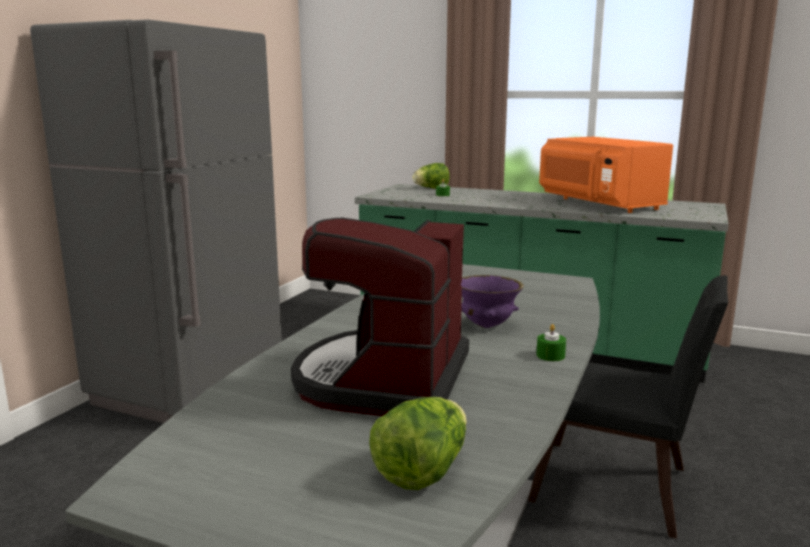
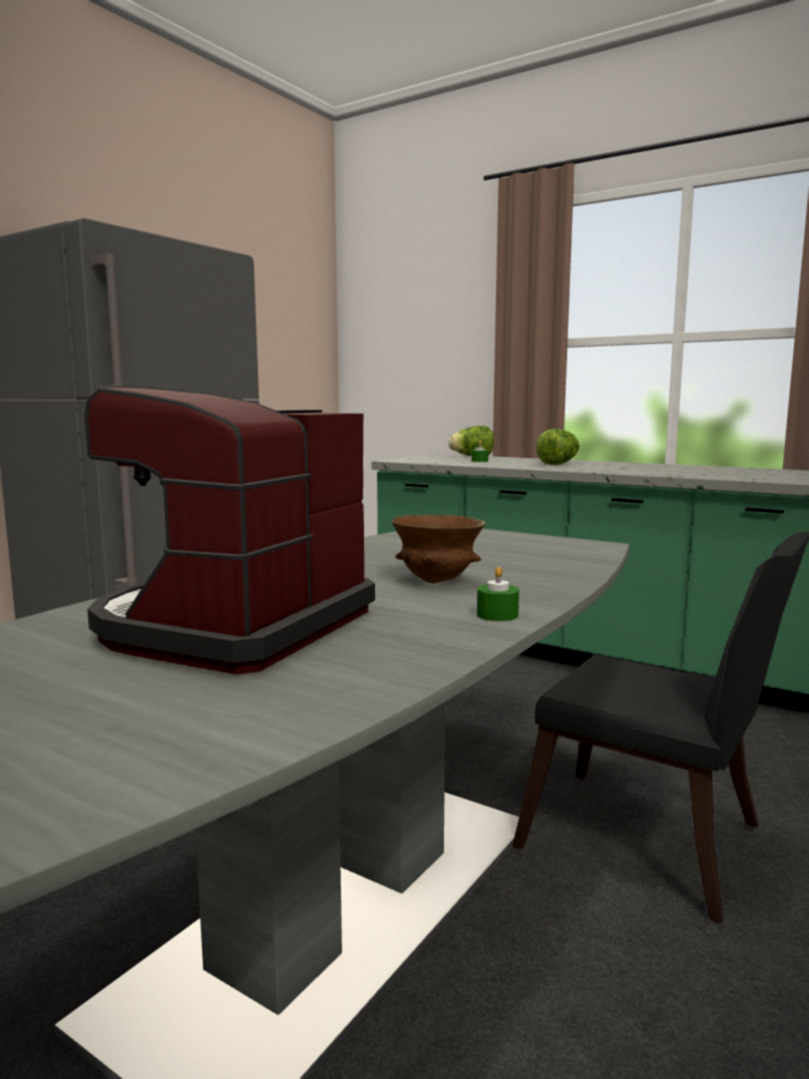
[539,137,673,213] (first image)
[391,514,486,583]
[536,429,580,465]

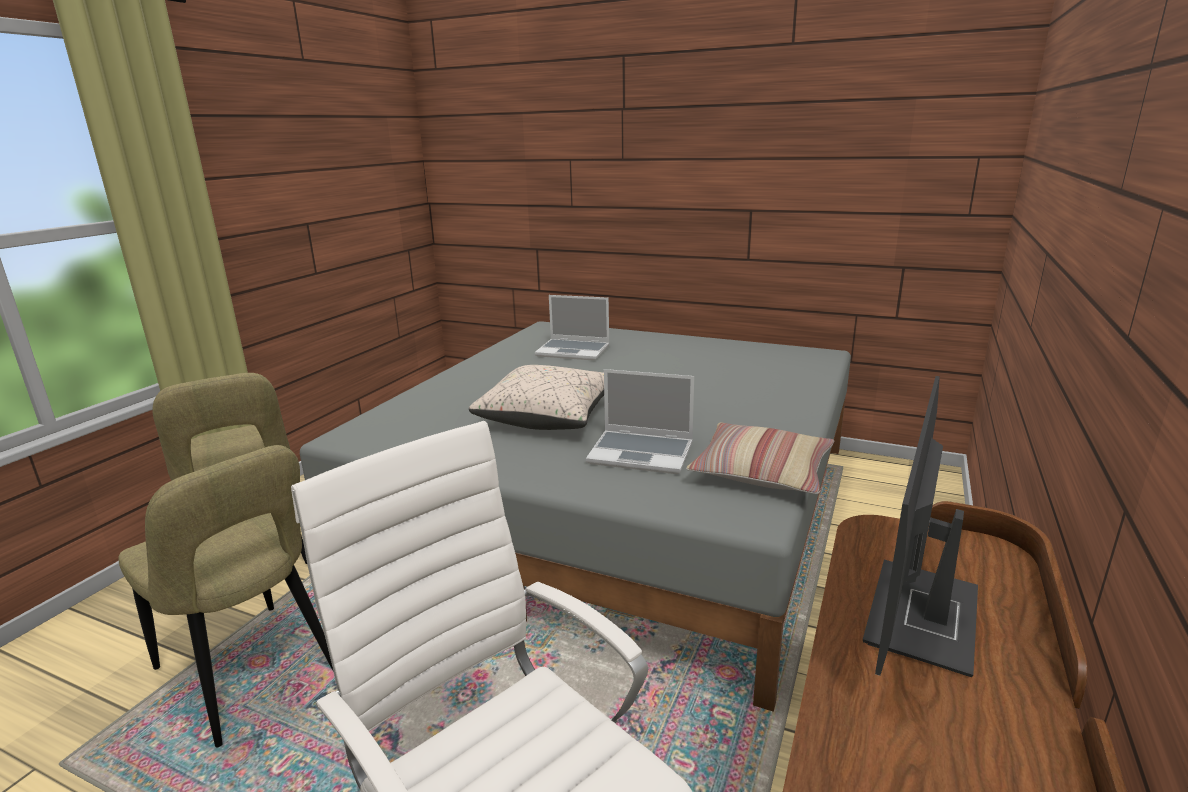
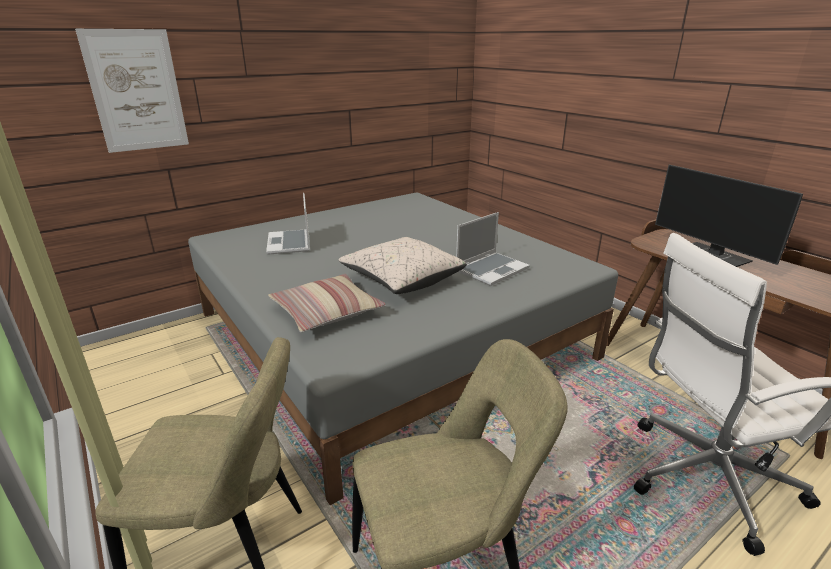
[266,193,310,255]
[268,274,386,333]
[75,29,189,153]

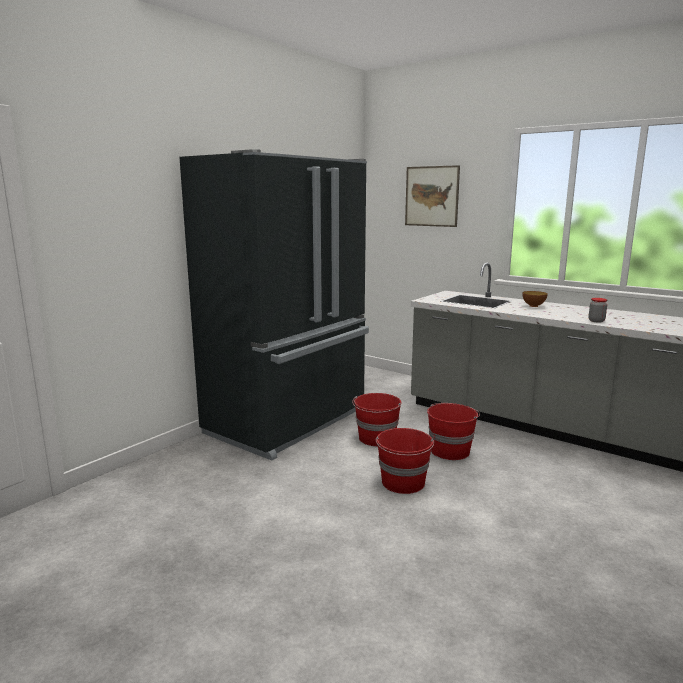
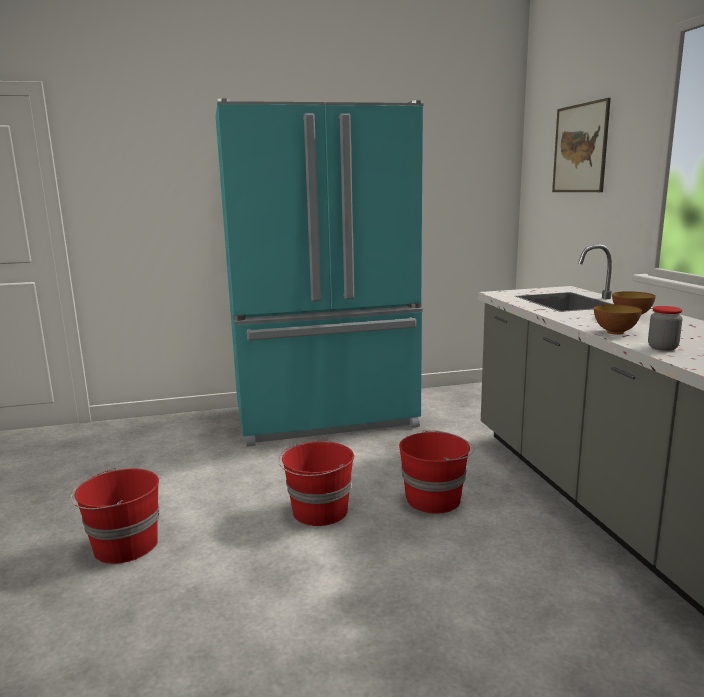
[216,99,423,447]
[71,468,159,564]
[594,304,642,335]

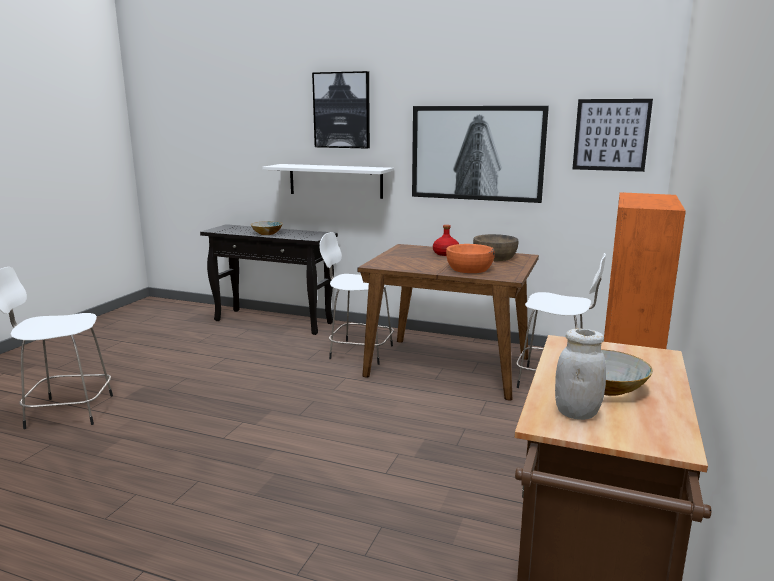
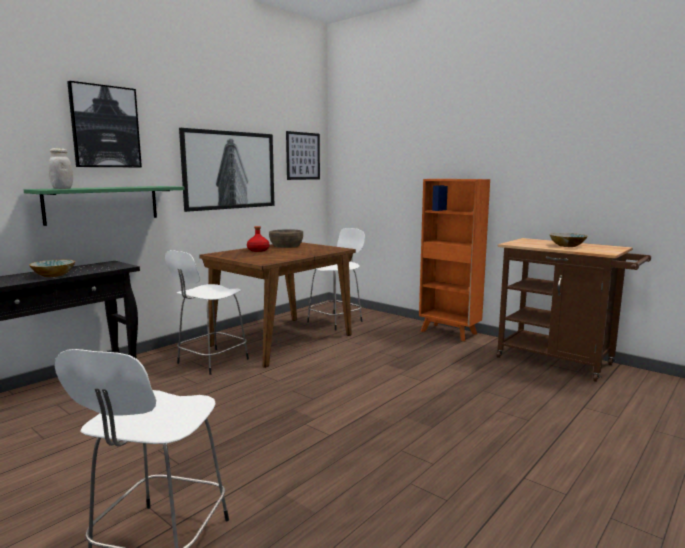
[24,186,185,226]
[446,244,495,273] (first image)
[48,148,73,189]

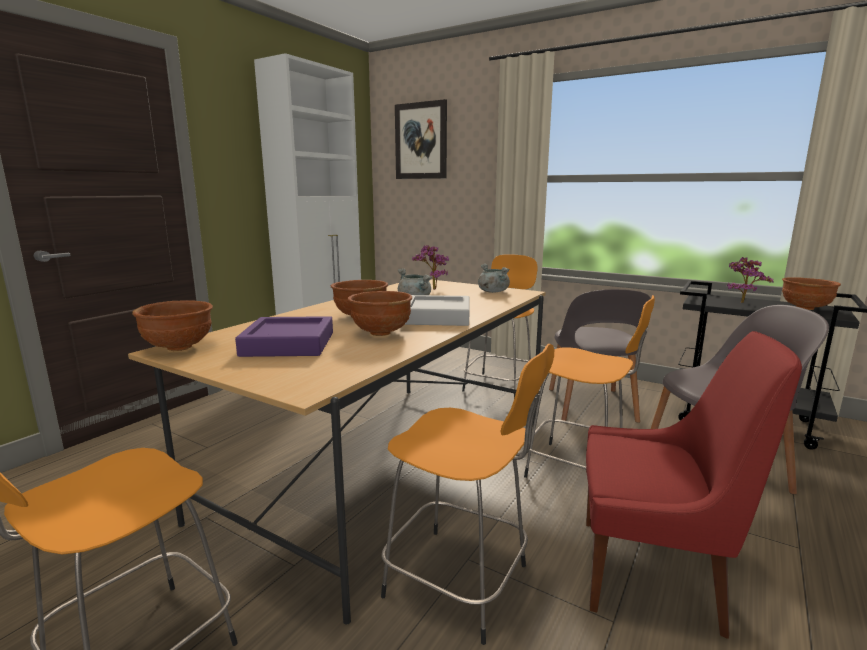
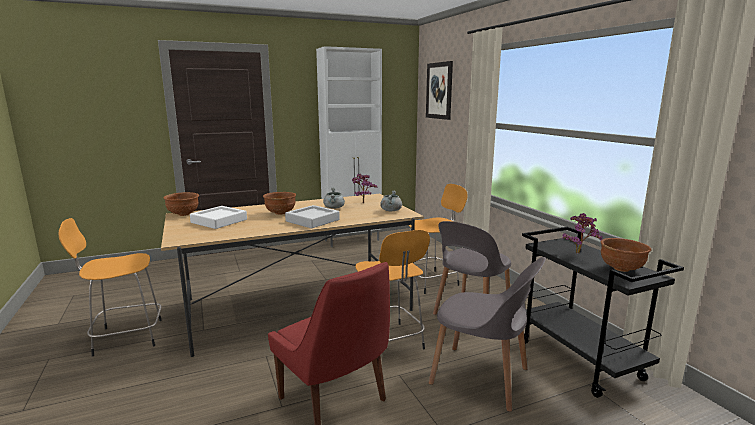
[348,291,412,336] (first image)
[190,206,247,229]
[381,344,554,645] (first image)

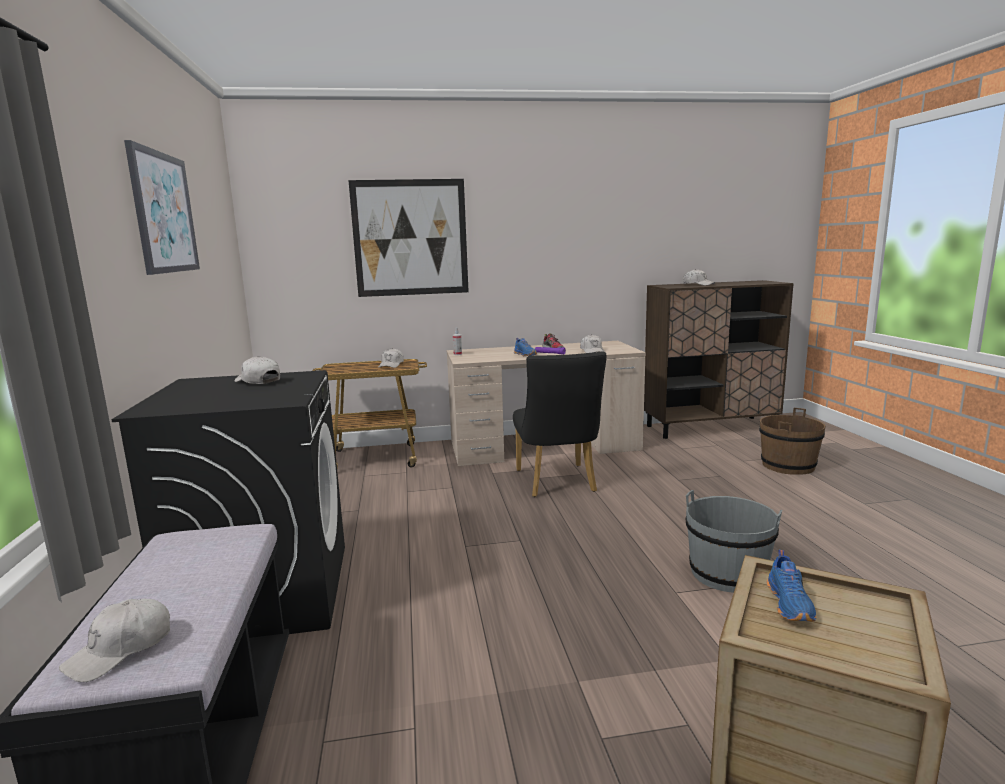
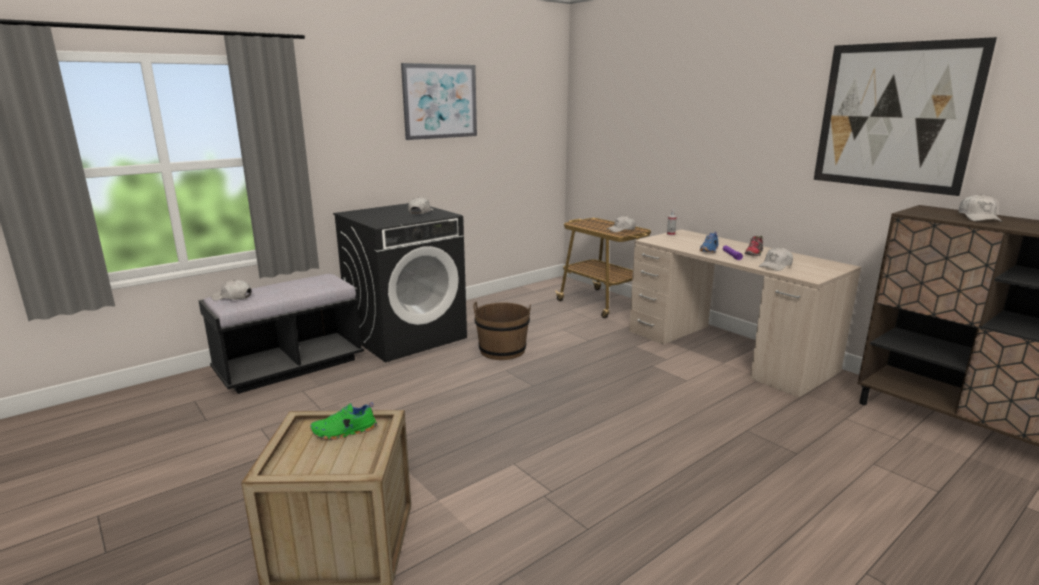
[814,37,997,196]
[513,352,606,497] (first image)
[473,301,531,360]
[686,490,782,593] (first image)
[310,402,377,440]

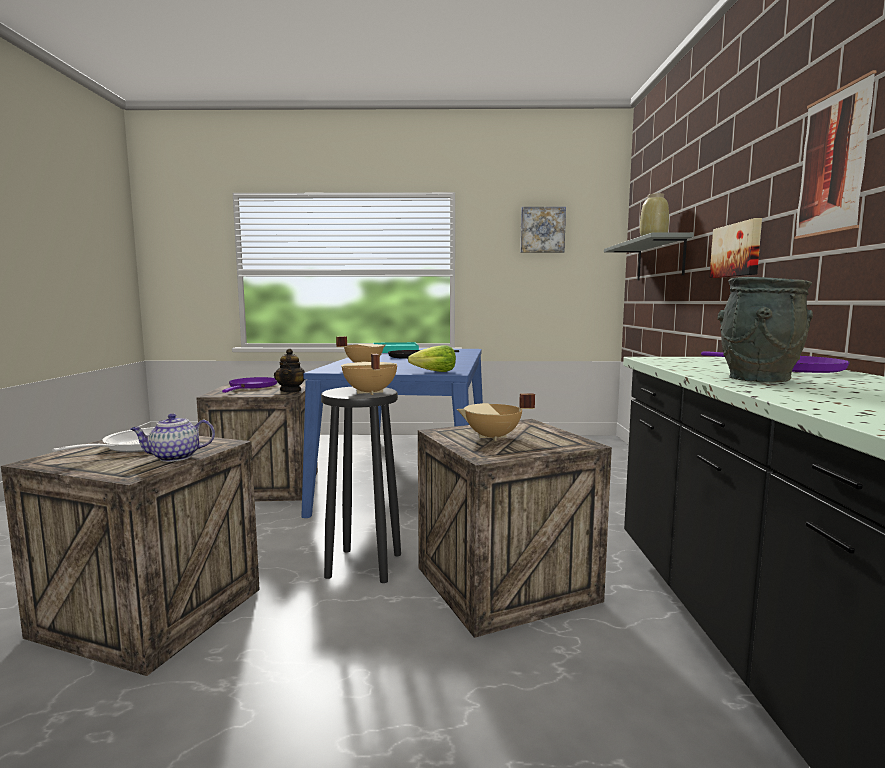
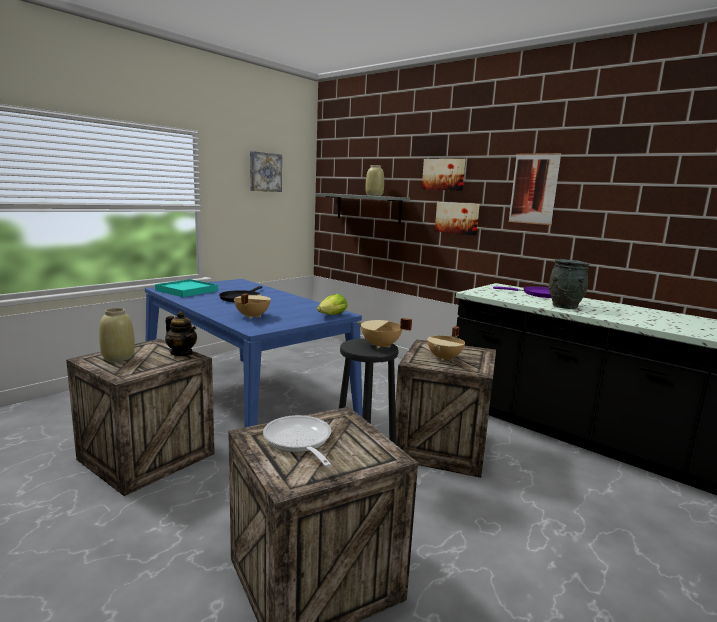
[99,308,135,361]
[131,413,215,462] (first image)
[422,159,465,191]

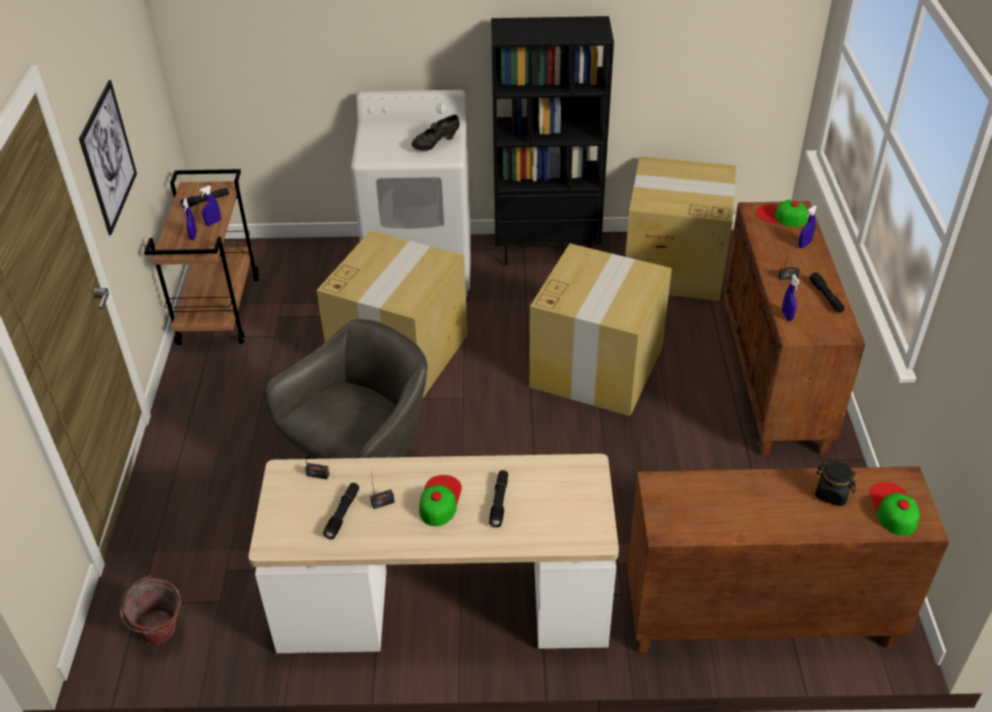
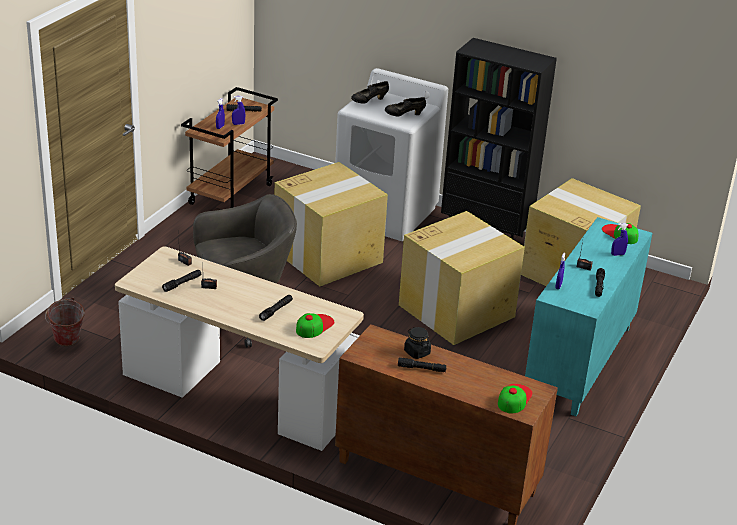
[79,80,137,235] (first image)
[525,217,653,416]
[404,327,431,359]
[296,313,334,338]
[351,81,389,104]
[398,357,446,372]

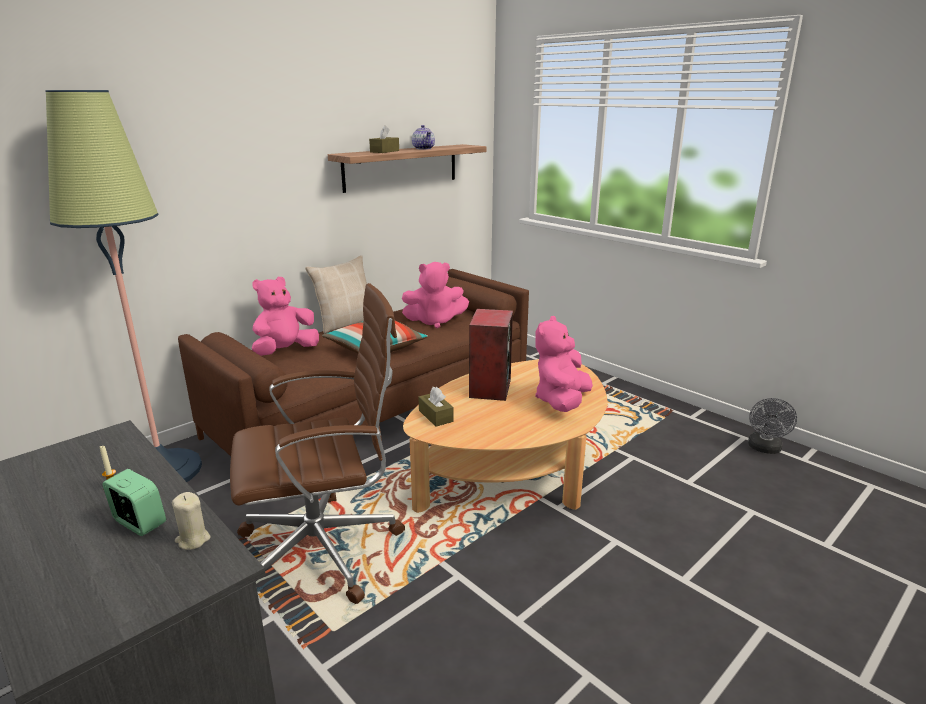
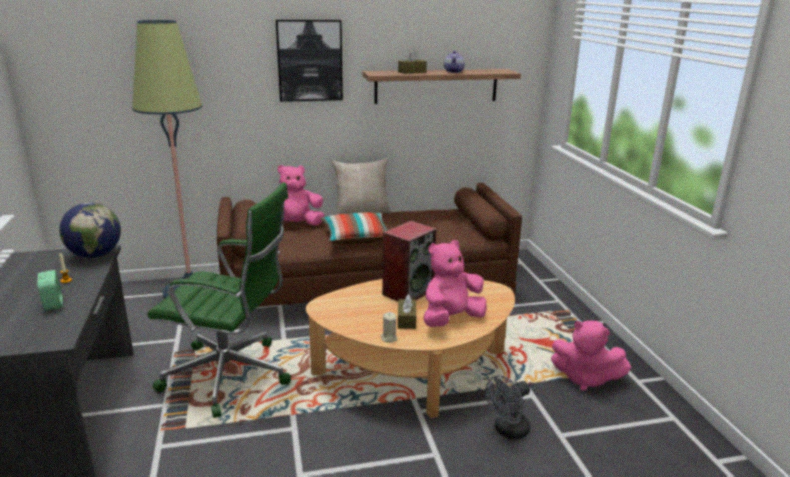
[551,320,631,391]
[147,182,291,418]
[398,294,416,329]
[485,375,530,439]
[380,312,397,343]
[276,20,343,102]
[59,203,121,258]

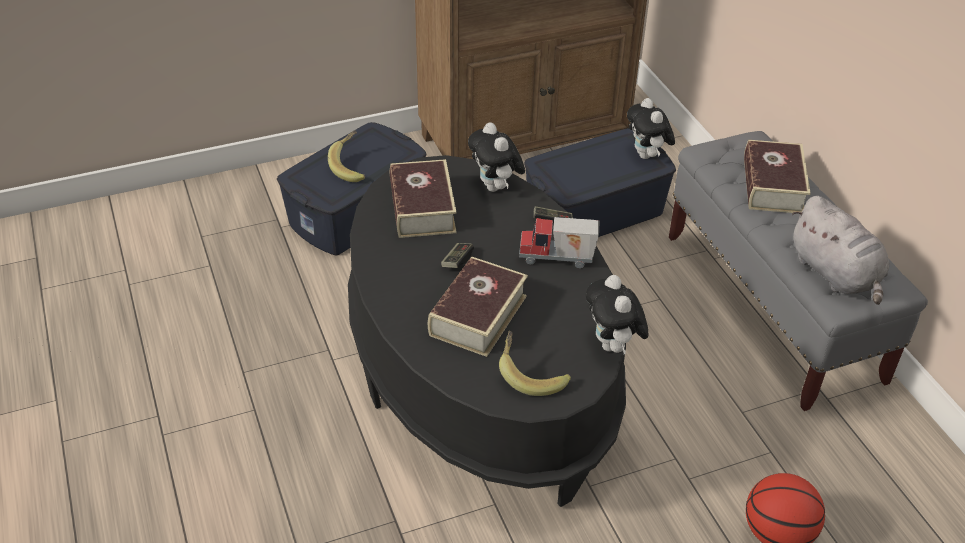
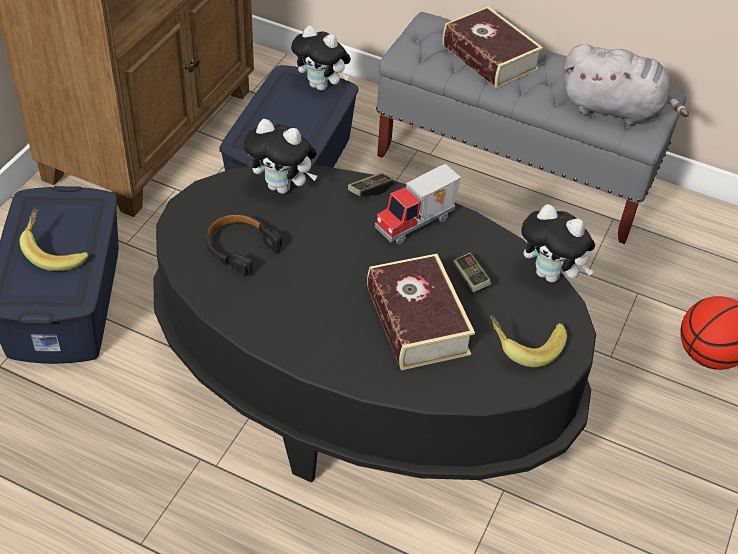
[206,214,282,275]
[453,253,491,292]

